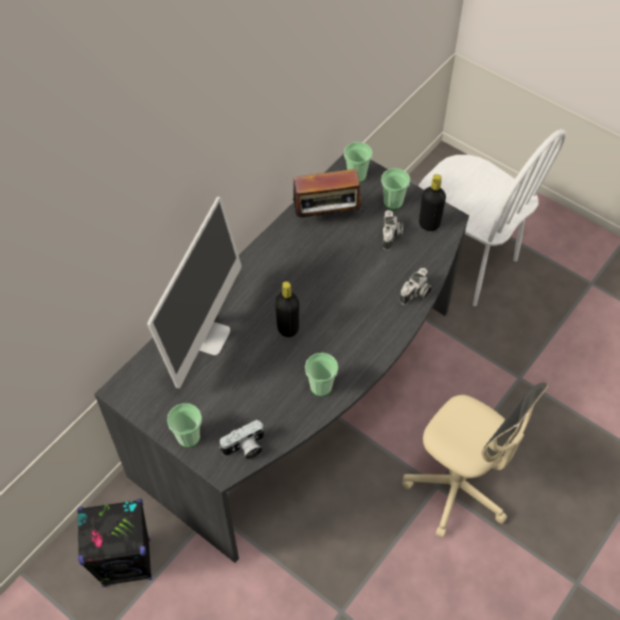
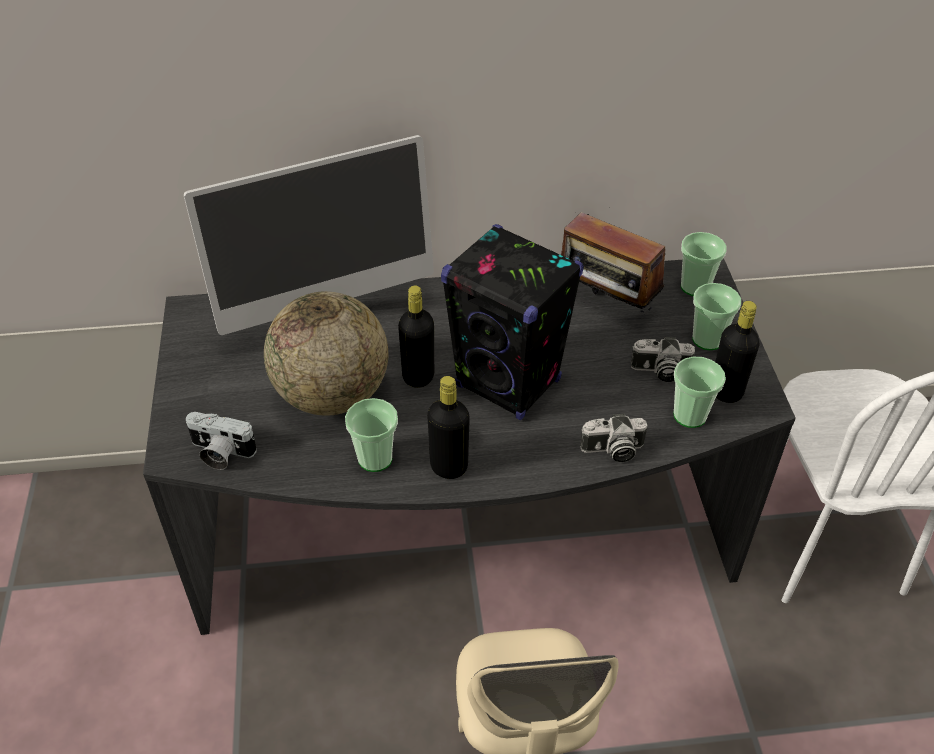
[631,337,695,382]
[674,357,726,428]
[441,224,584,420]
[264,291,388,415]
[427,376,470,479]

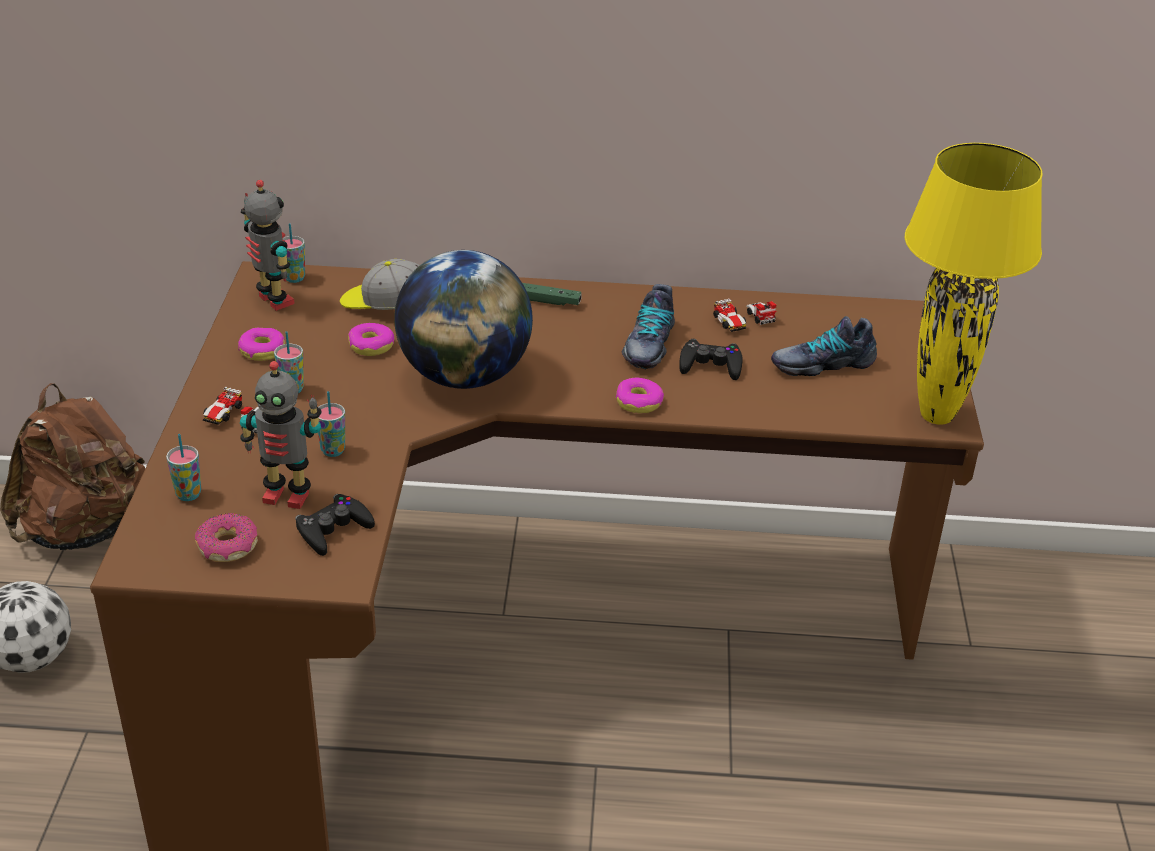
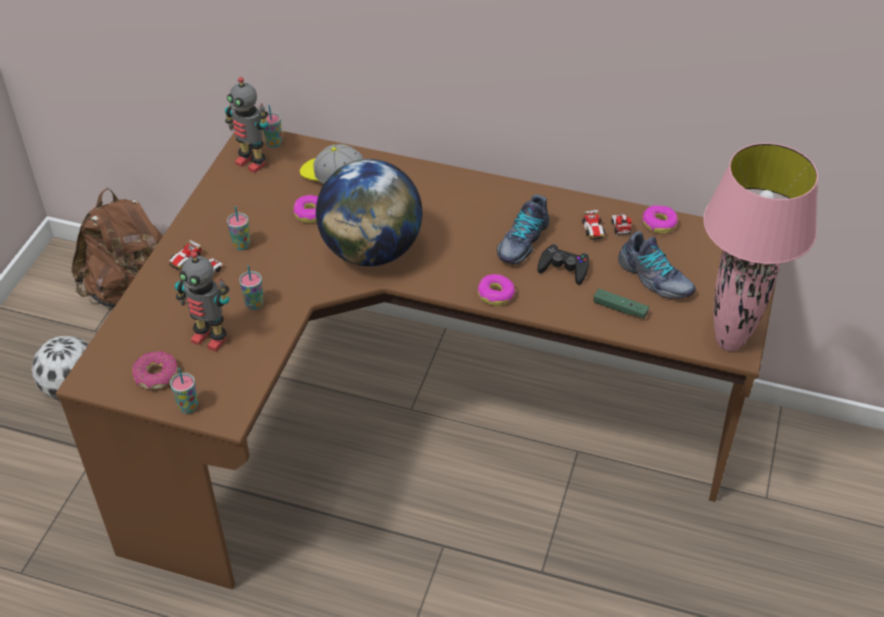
[703,143,818,351]
[225,77,268,173]
[594,289,649,319]
[618,231,696,299]
[642,205,678,234]
[170,368,198,413]
[295,494,375,556] (first image)

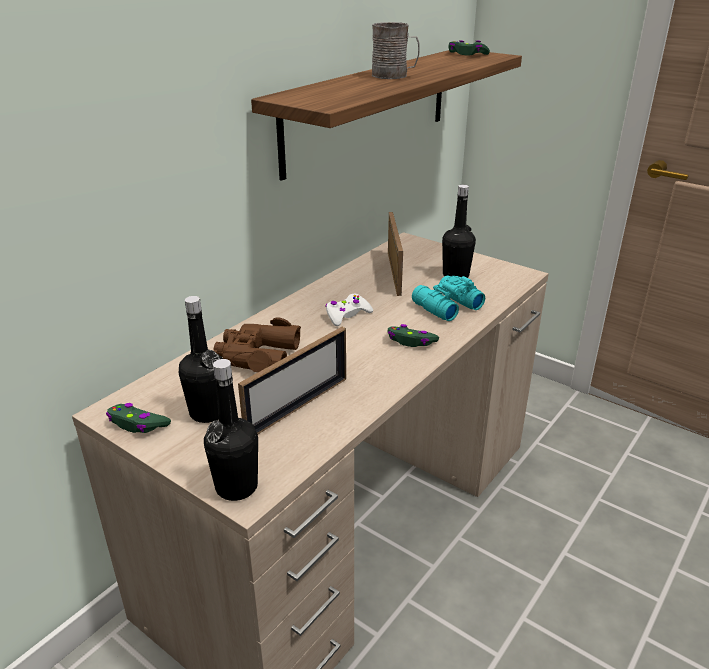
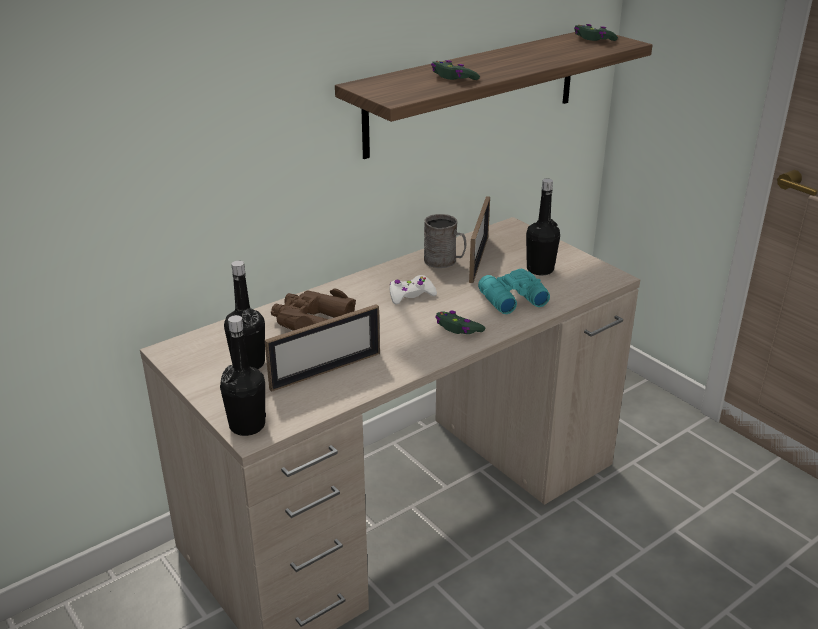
[424,214,467,268]
[431,60,480,80]

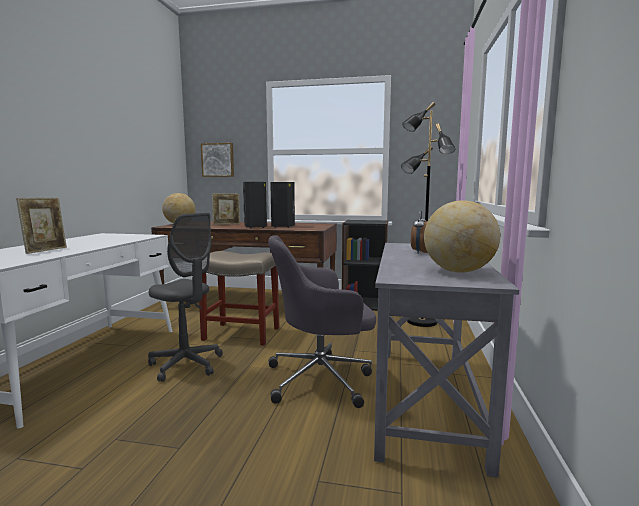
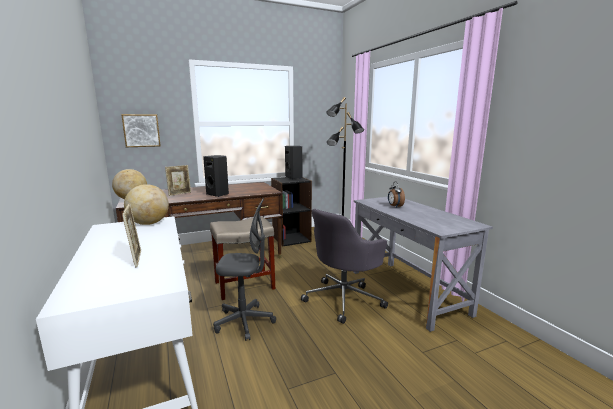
[285,146,302,179]
[124,184,169,225]

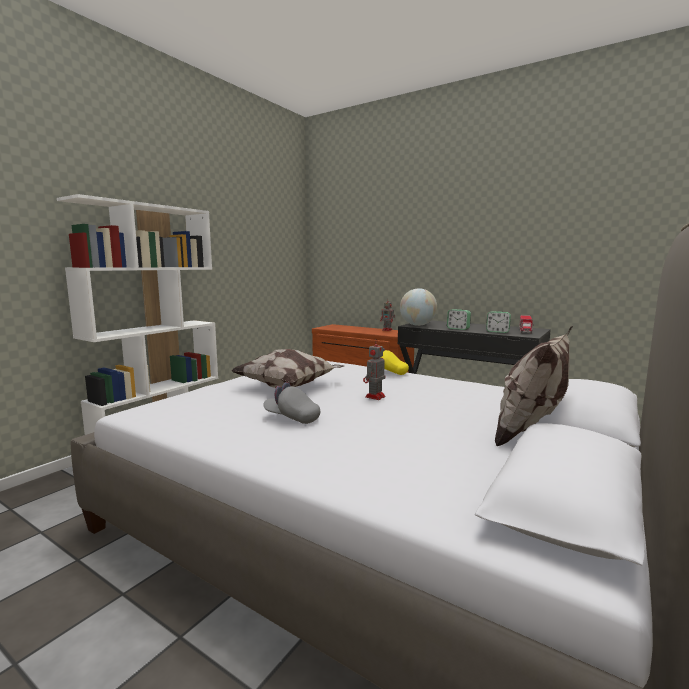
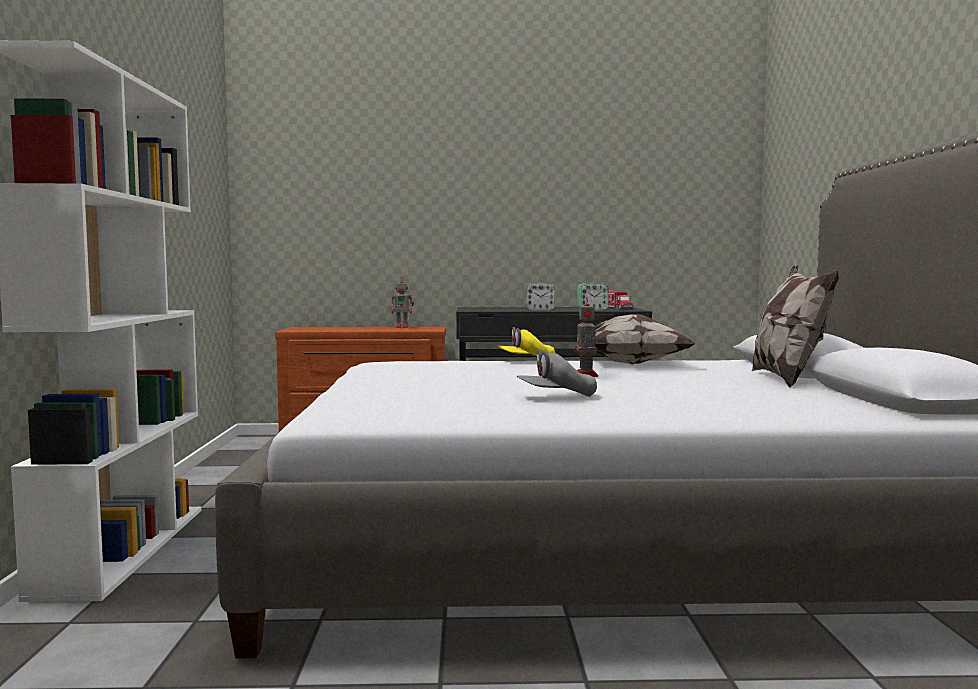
[400,288,437,326] (first image)
[595,314,696,365]

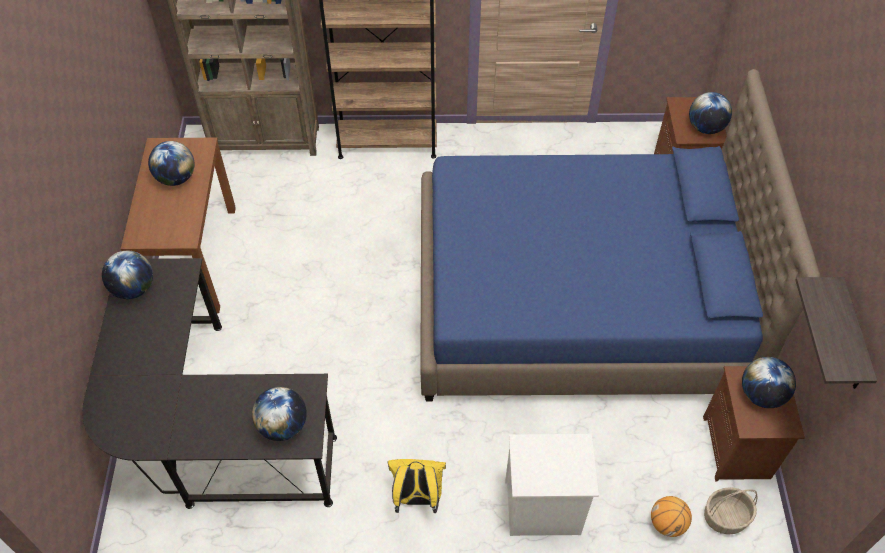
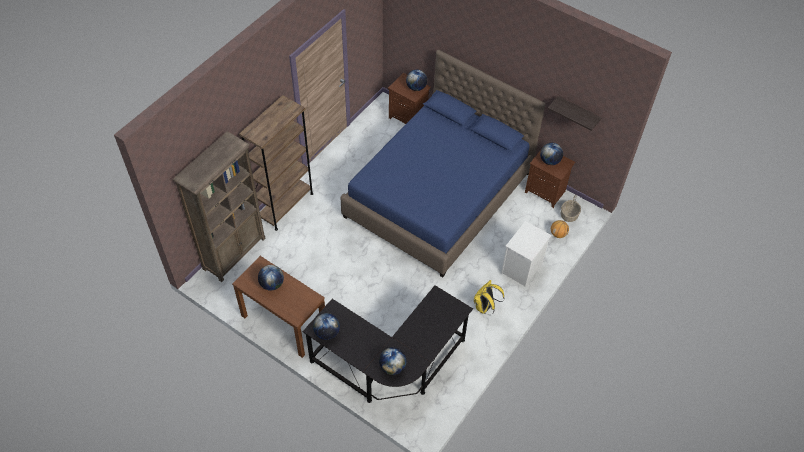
[379,347,406,375]

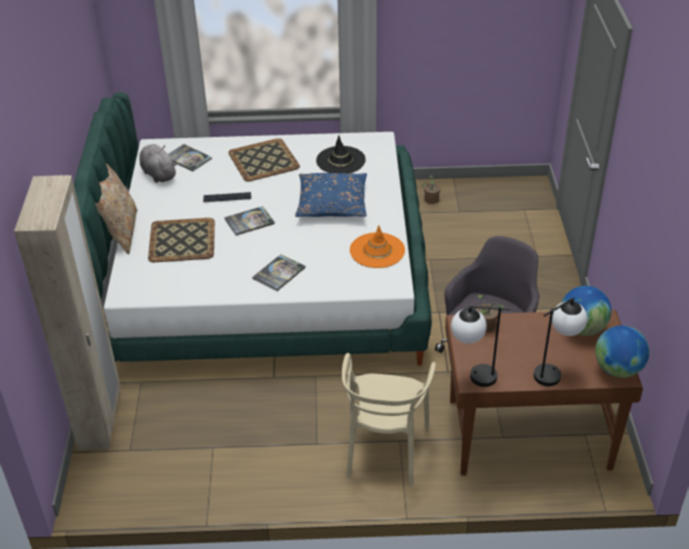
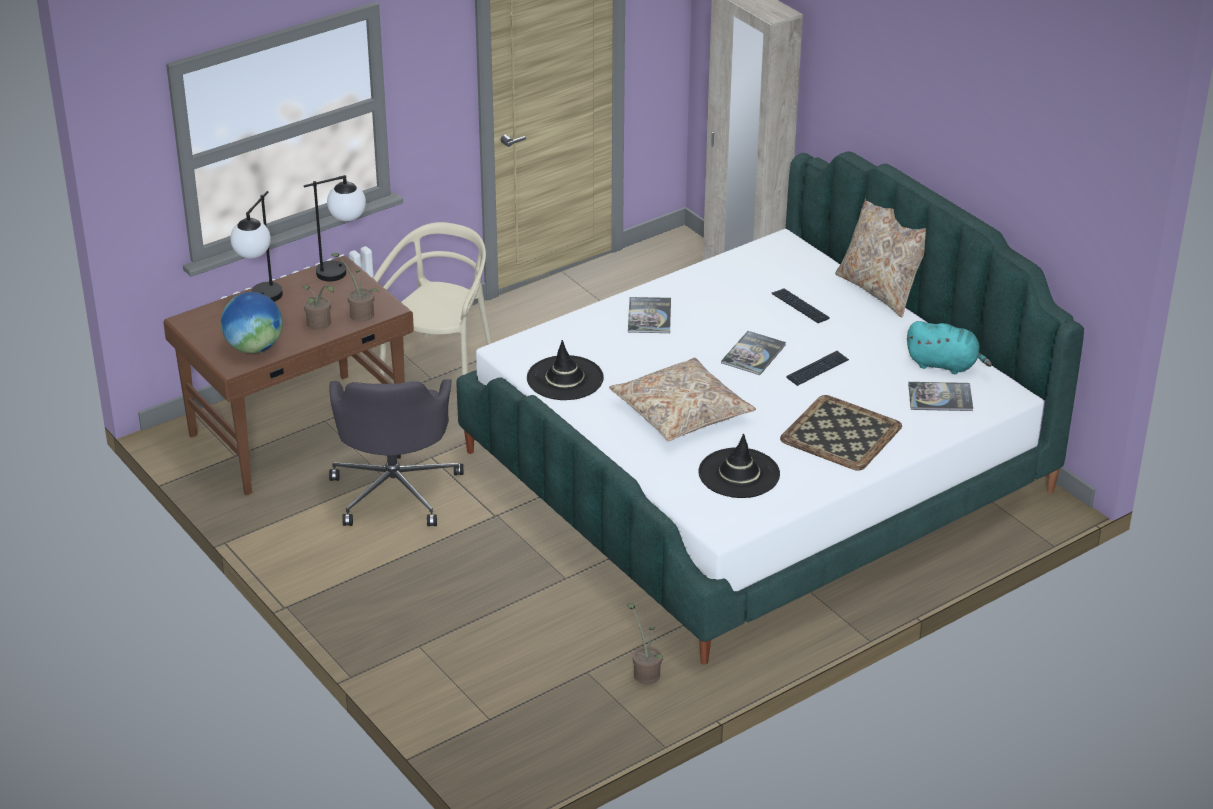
[907,321,992,374]
[609,358,756,441]
[772,288,830,323]
[527,340,604,400]
[595,325,649,378] (first image)
[373,222,492,376]
[303,285,334,330]

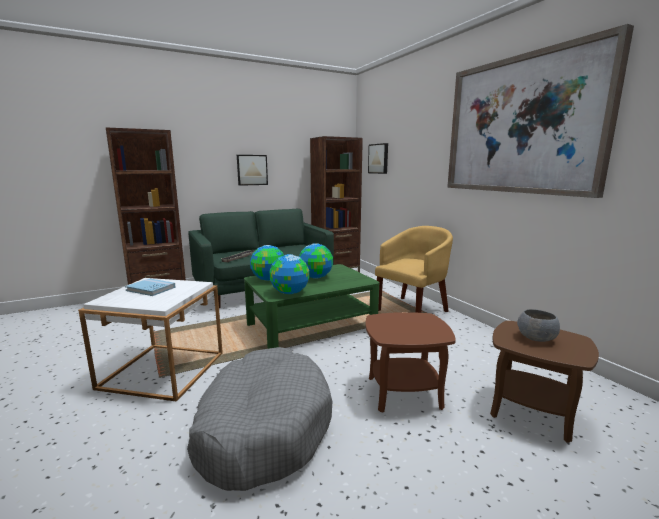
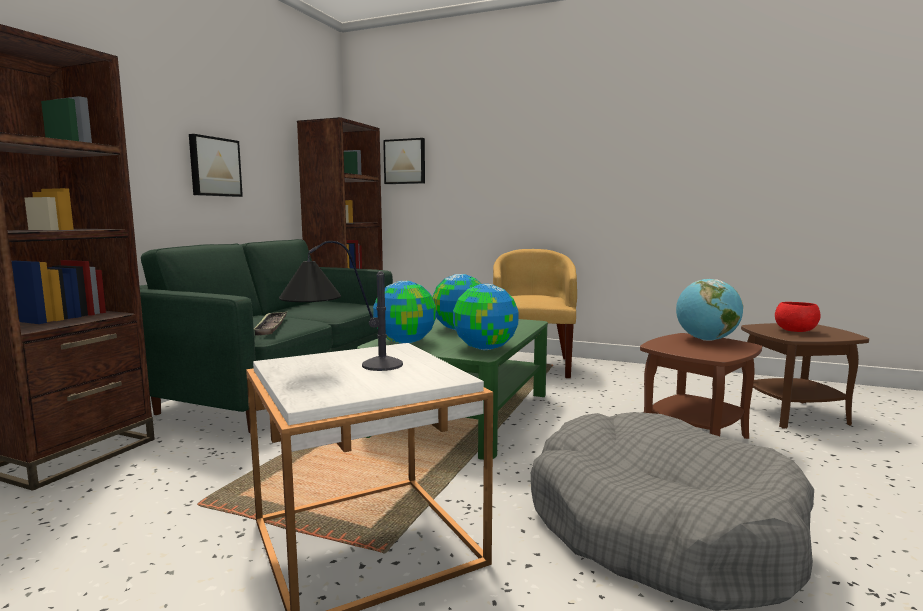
[447,24,634,198] (first image)
[279,241,403,371]
[775,302,821,332]
[676,279,743,341]

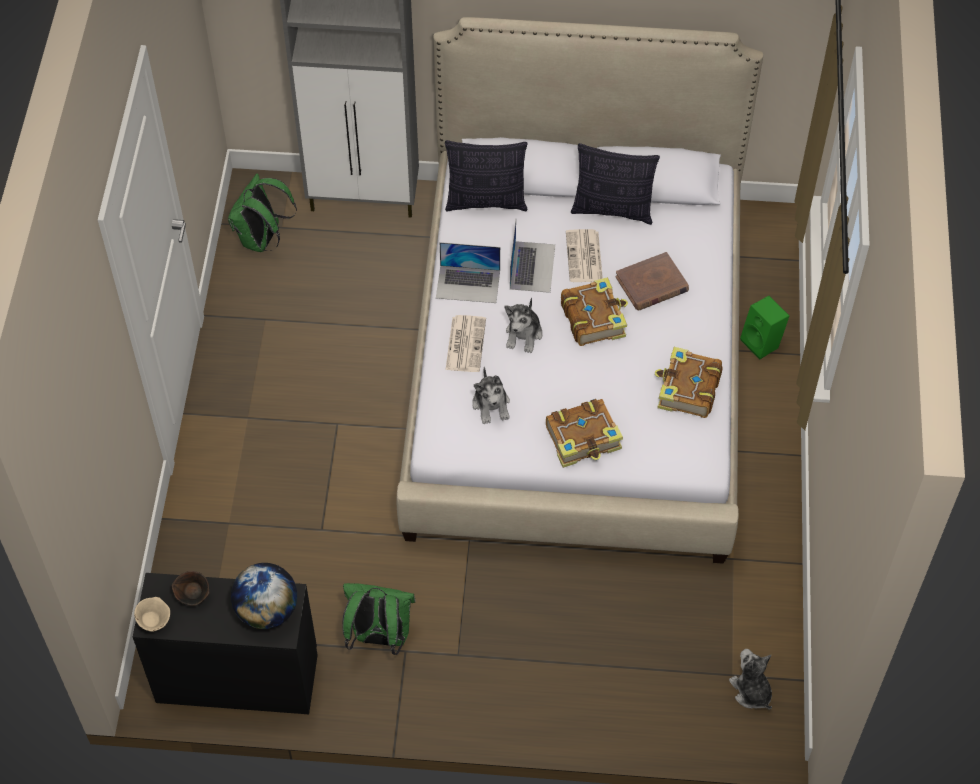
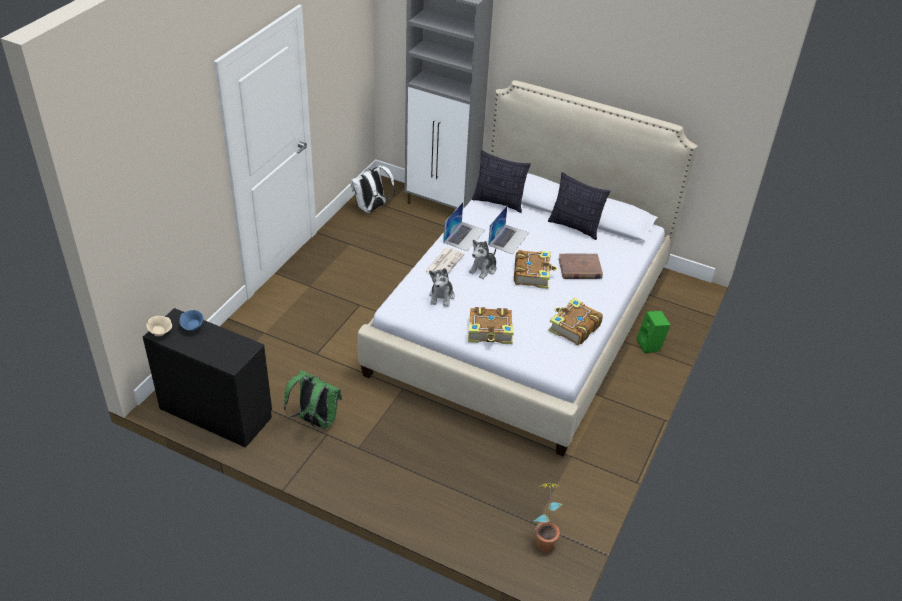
[350,165,395,213]
[566,229,603,282] (first image)
[443,202,485,251]
[231,563,297,629] (first image)
[179,310,203,331]
[533,483,563,552]

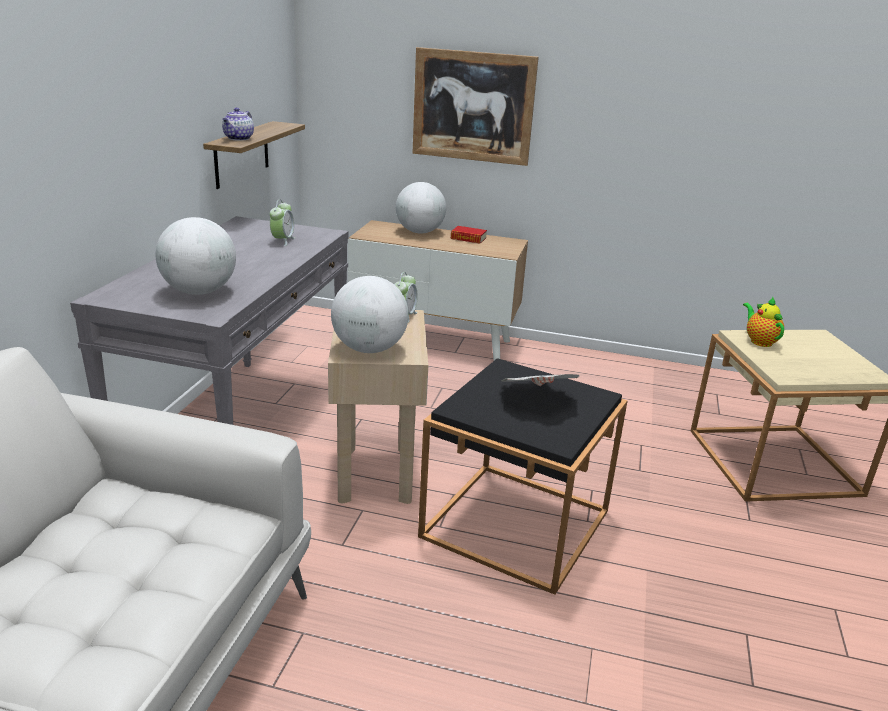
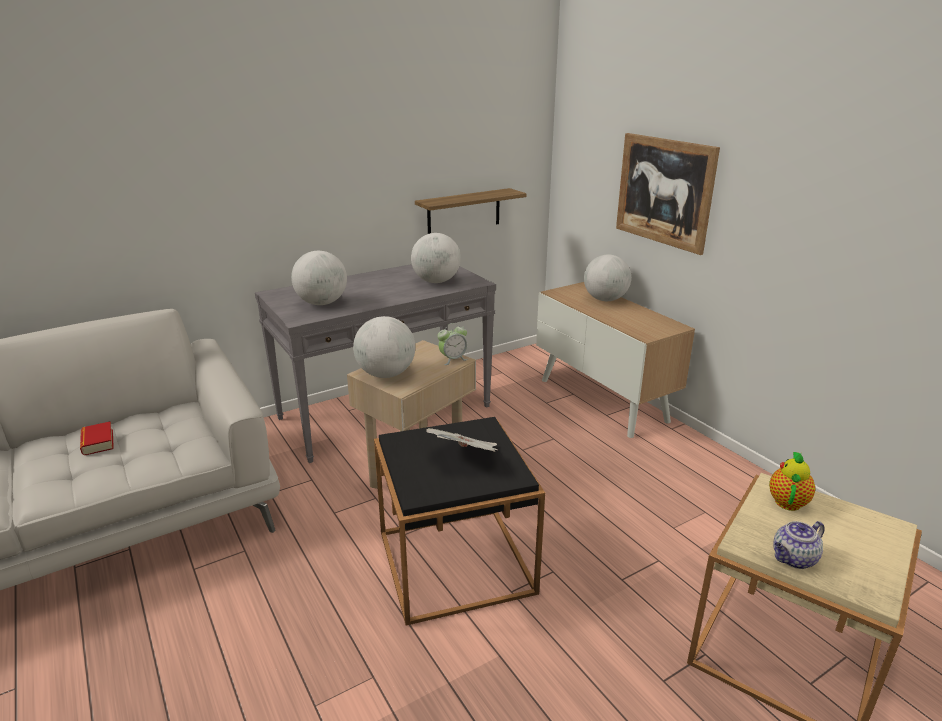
[773,521,825,569]
[411,233,461,283]
[80,422,114,455]

